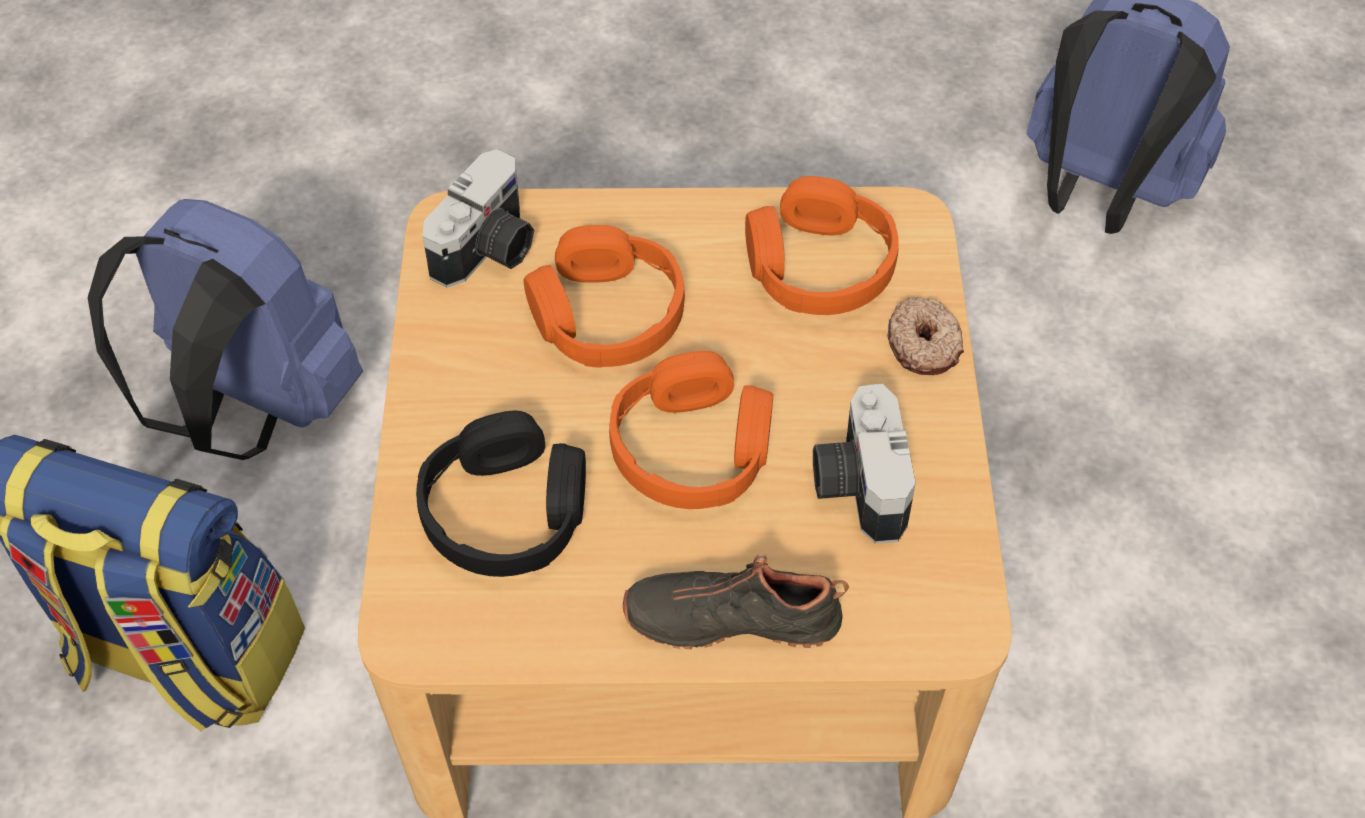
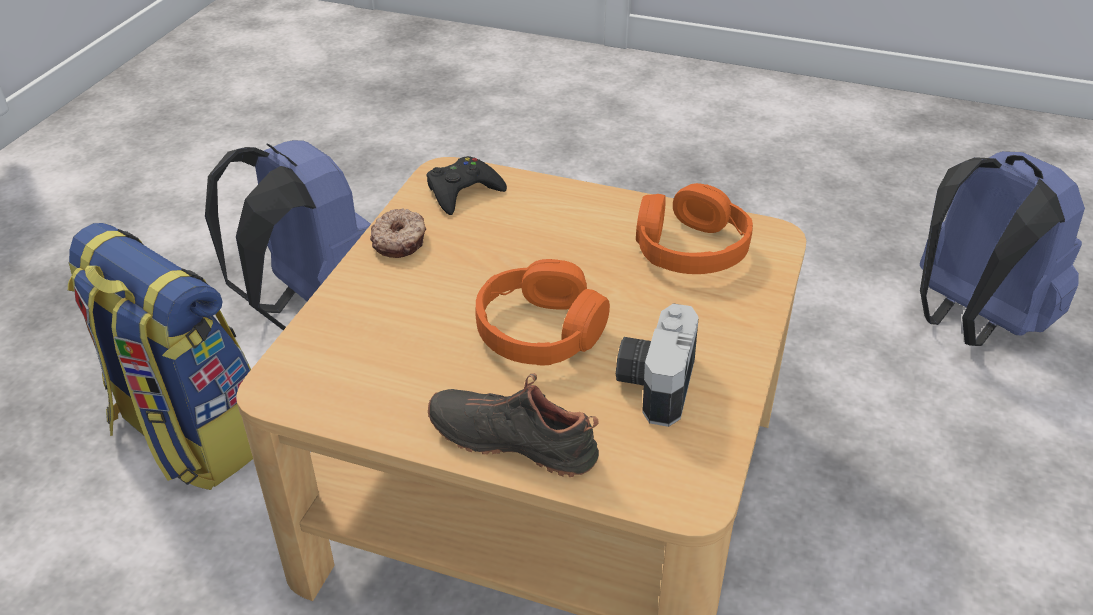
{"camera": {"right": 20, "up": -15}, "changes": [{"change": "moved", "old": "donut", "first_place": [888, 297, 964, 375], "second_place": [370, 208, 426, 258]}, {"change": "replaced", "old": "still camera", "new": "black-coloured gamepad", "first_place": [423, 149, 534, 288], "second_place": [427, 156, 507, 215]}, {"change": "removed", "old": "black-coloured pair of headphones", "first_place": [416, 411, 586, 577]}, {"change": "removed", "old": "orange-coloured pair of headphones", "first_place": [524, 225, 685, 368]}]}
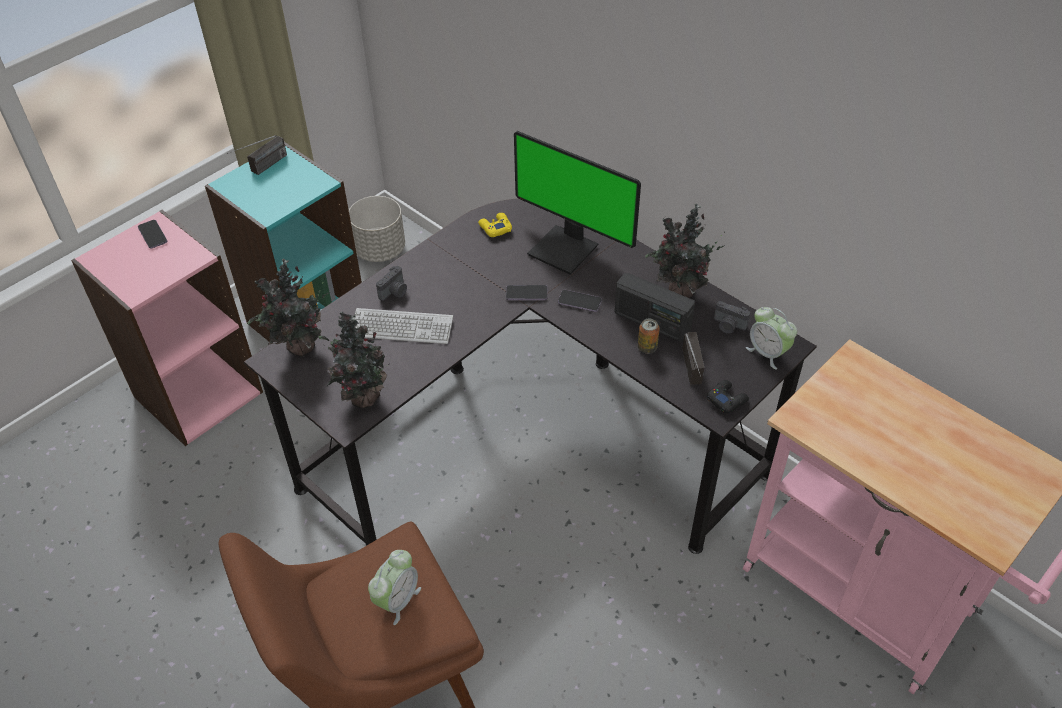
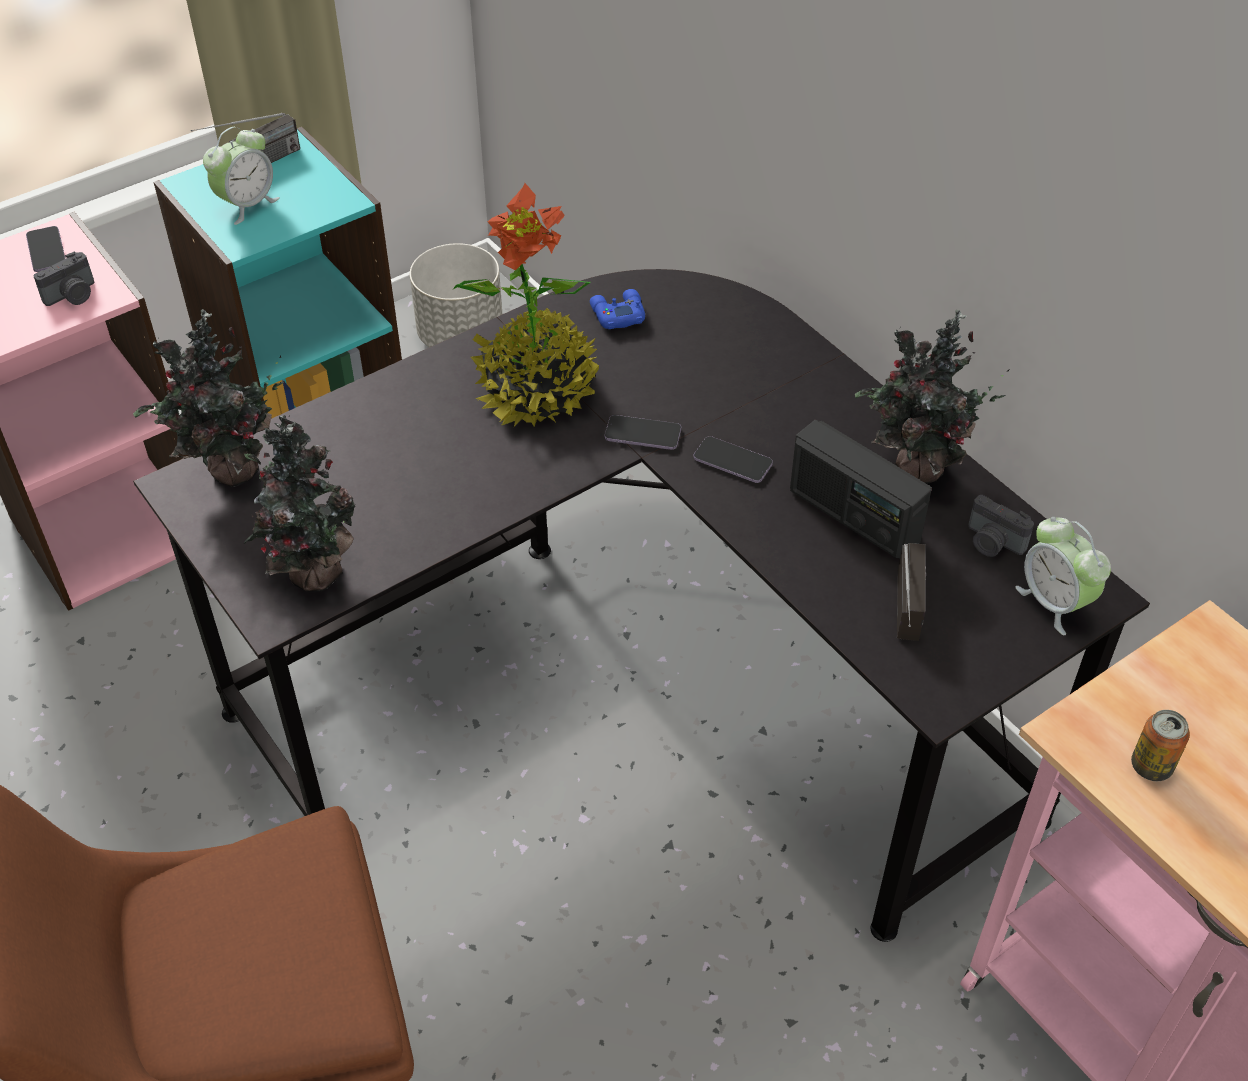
{"camera": {"right": 10, "up": 0}, "changes": [{"change": "moved", "old": "still camera", "first_place": [376, 266, 407, 301], "second_place": [34, 251, 94, 306]}, {"change": "moved", "old": "alarm clock", "first_place": [368, 550, 421, 625], "second_place": [203, 127, 280, 225]}, {"change": "added", "new": "potted plant", "second_place": [452, 183, 599, 427]}, {"change": "recoloured", "old": "yellowish gamepad", "new": "bluish gamepad", "first_place": [478, 213, 512, 237], "second_place": [590, 289, 645, 329]}, {"change": "moved", "old": "can", "first_place": [638, 319, 660, 354], "second_place": [1131, 710, 1190, 781]}, {"change": "removed", "old": "keyboard", "first_place": [355, 308, 453, 344]}, {"change": "removed", "old": "computer display", "first_place": [514, 131, 641, 275]}, {"change": "removed", "old": "black-coloured gamepad", "first_place": [707, 380, 749, 413]}]}
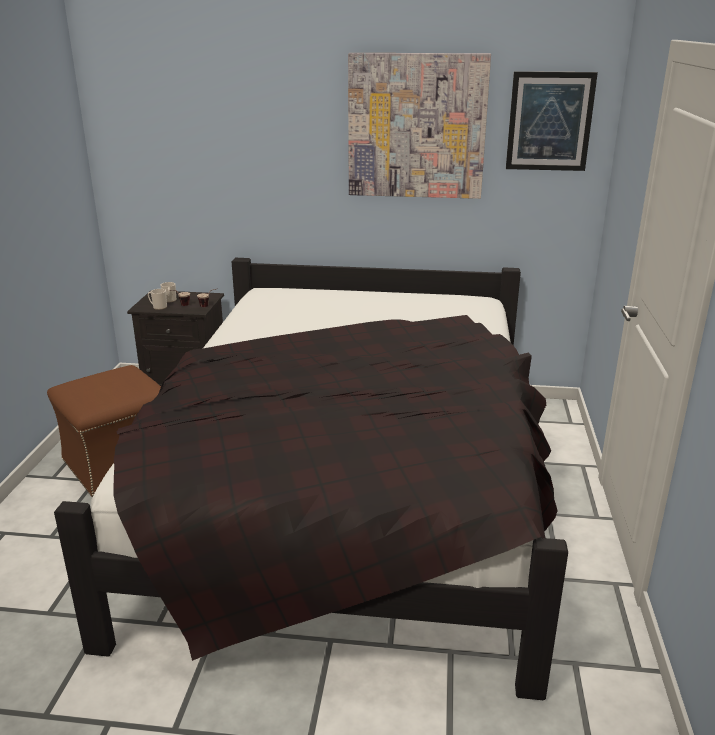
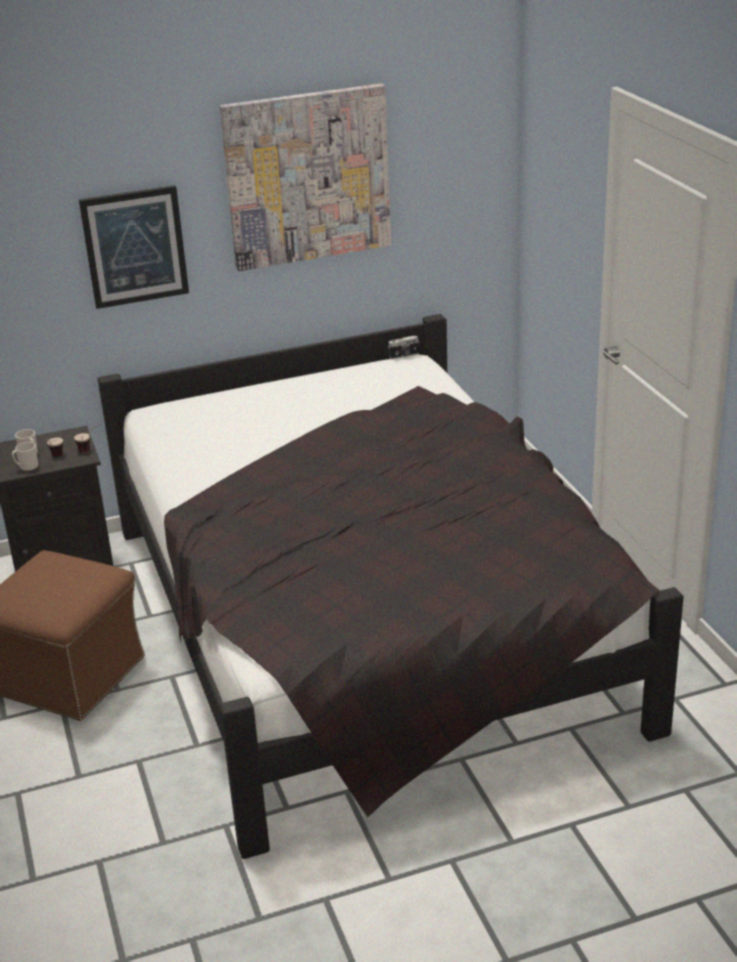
{"camera": {"right": -25, "up": 5}, "changes": [{"change": "moved", "old": "wall picture", "first_place": [506, 71, 598, 171], "second_place": [79, 185, 189, 309]}, {"change": "added", "new": "still camera", "second_place": [388, 336, 419, 359]}]}
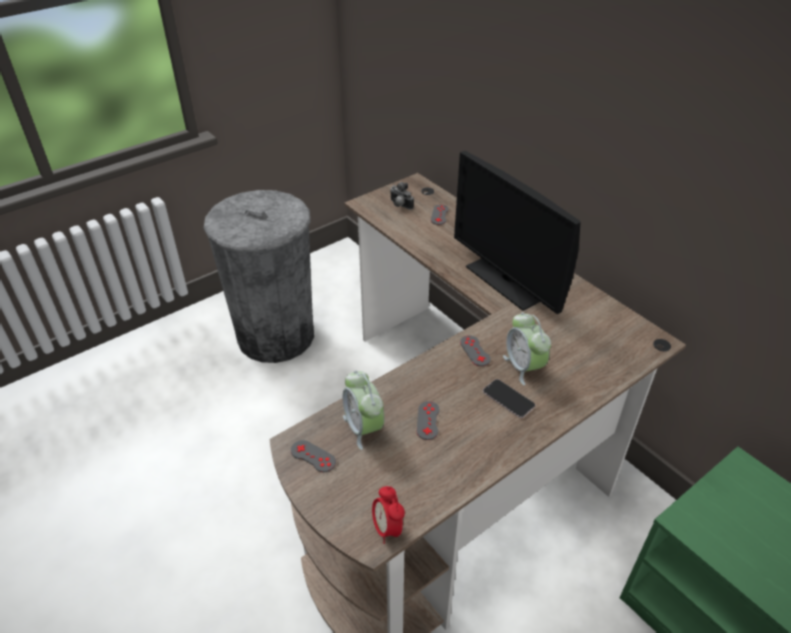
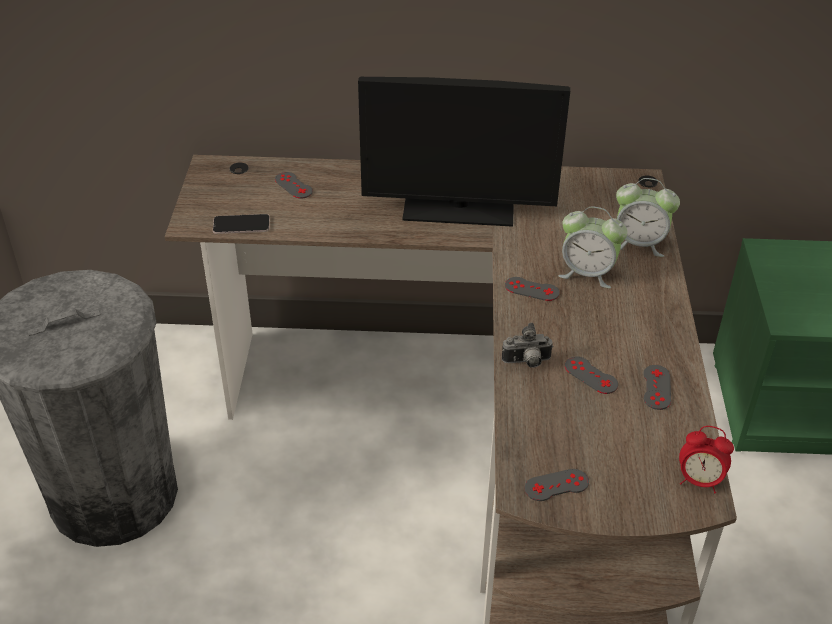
{"camera": {"right": -50, "up": 0}, "changes": [{"change": "moved", "old": "phone", "first_place": [483, 379, 535, 418], "second_place": [213, 214, 270, 234]}, {"change": "moved", "old": "still camera", "first_place": [390, 182, 414, 210], "second_place": [502, 323, 553, 368]}, {"change": "moved", "old": "alarm clock", "first_place": [343, 370, 384, 450], "second_place": [616, 178, 680, 257]}, {"change": "added", "new": "gray gamepad", "second_place": [643, 365, 671, 410]}]}
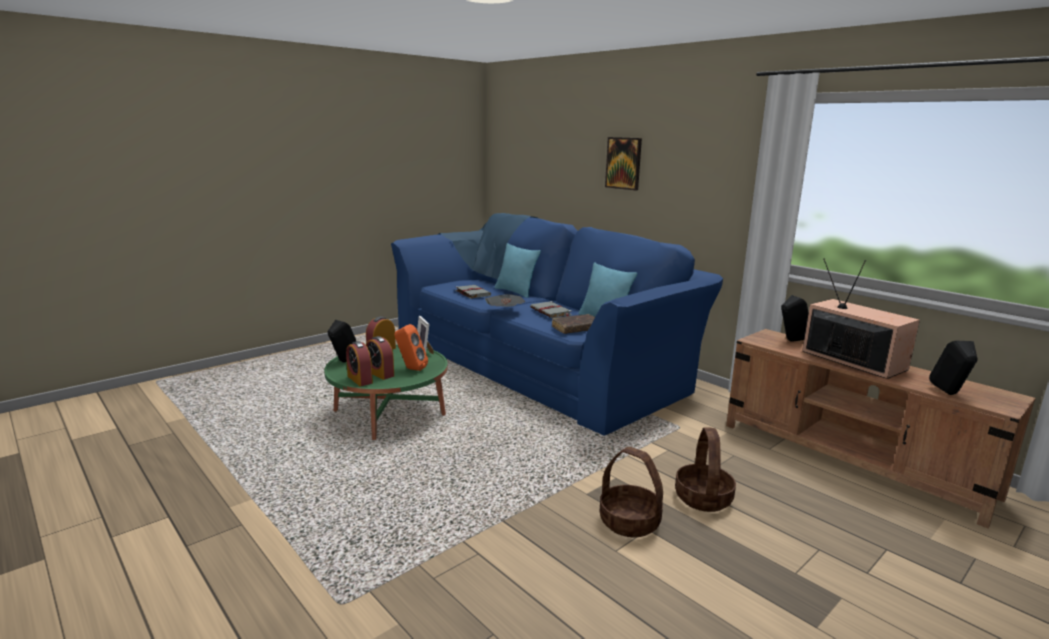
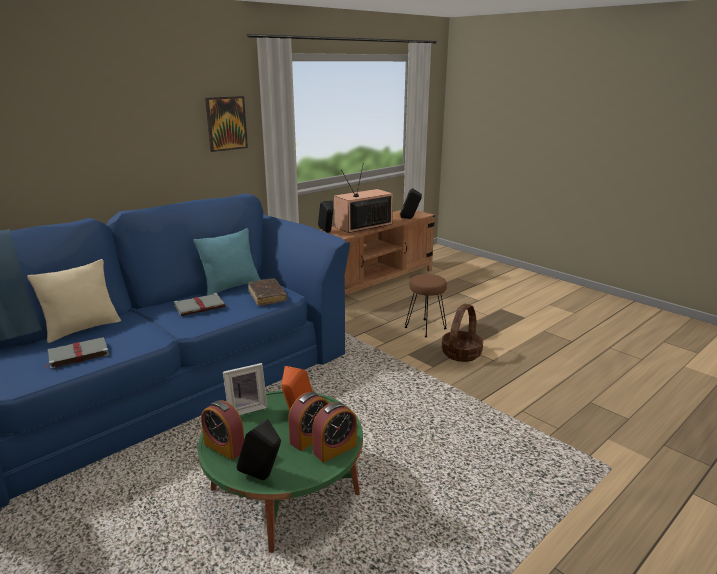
{"camera": {"right": -90, "up": 5}, "changes": [{"change": "recoloured", "old": "blue-green throw pillow", "new": "sand-coloured throw pillow", "first_place": [495, 243, 541, 298], "second_place": [27, 259, 121, 343]}, {"change": "moved", "old": "wall picture", "first_place": [605, 137, 642, 190], "second_place": [205, 96, 248, 152]}, {"change": "replaced", "old": "household basket", "new": "brown stool", "first_place": [675, 427, 736, 512], "second_place": [405, 274, 447, 337]}, {"change": "removed", "old": "newspaper", "first_place": [485, 294, 525, 307]}]}
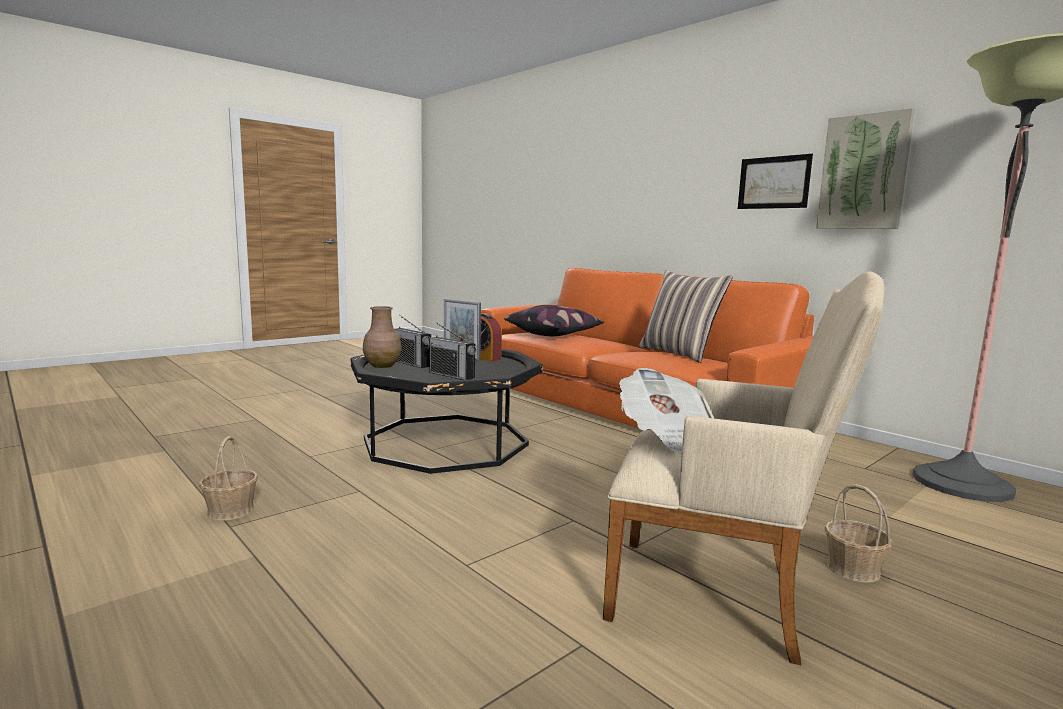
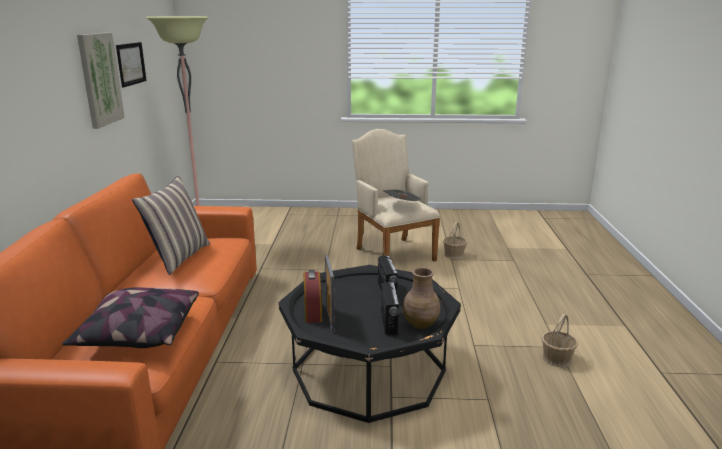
{"camera": {"right": -135, "up": 10}, "changes": [{"change": "moved", "old": "wall picture", "first_place": [738, 154, 813, 209], "second_place": [116, 42, 147, 88]}, {"change": "moved", "old": "household basket", "first_place": [824, 484, 893, 583], "second_place": [443, 222, 467, 259]}]}
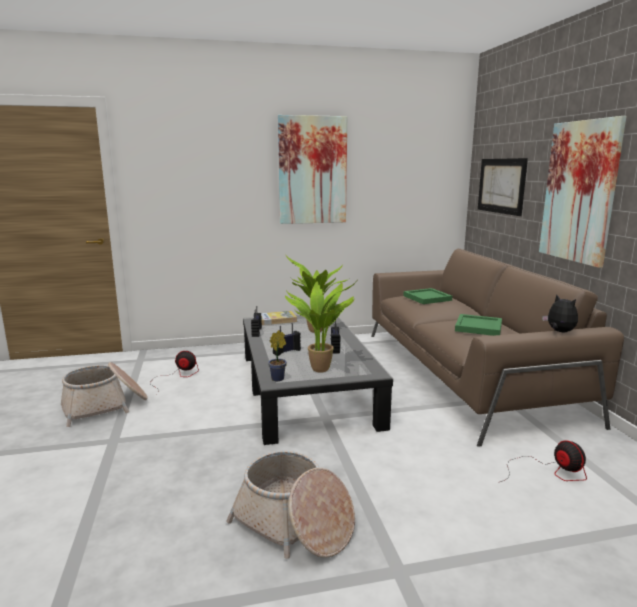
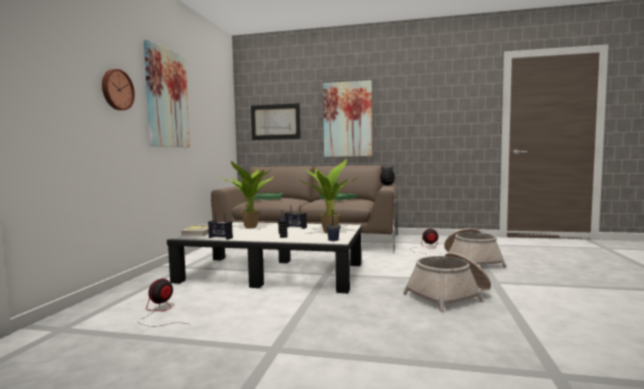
{"camera": {"right": -65, "up": -10}, "changes": [{"change": "added", "new": "clock on the wall", "second_place": [102, 69, 135, 110]}, {"change": "moved", "old": "household basket", "first_place": [61, 362, 148, 427], "second_place": [444, 228, 507, 268]}]}
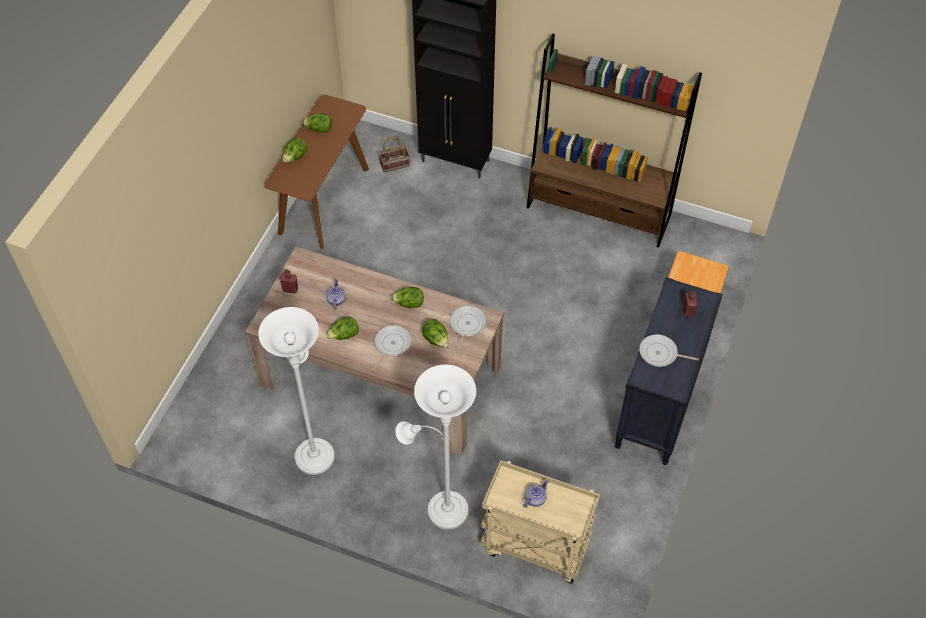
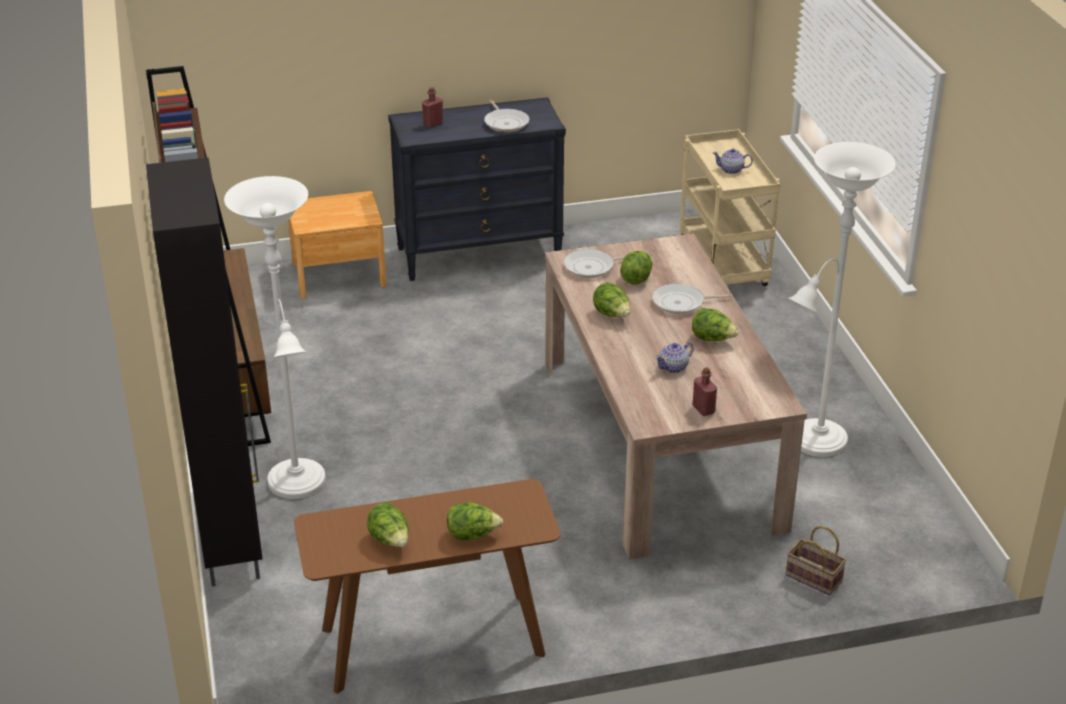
{"camera": {"right": -125, "up": -20}, "changes": [{"change": "moved", "old": "whitish floor lamp", "first_place": [395, 365, 476, 530], "second_place": [224, 176, 326, 499]}, {"change": "moved", "old": "household basket", "first_place": [379, 137, 410, 173], "second_place": [786, 526, 847, 596]}]}
